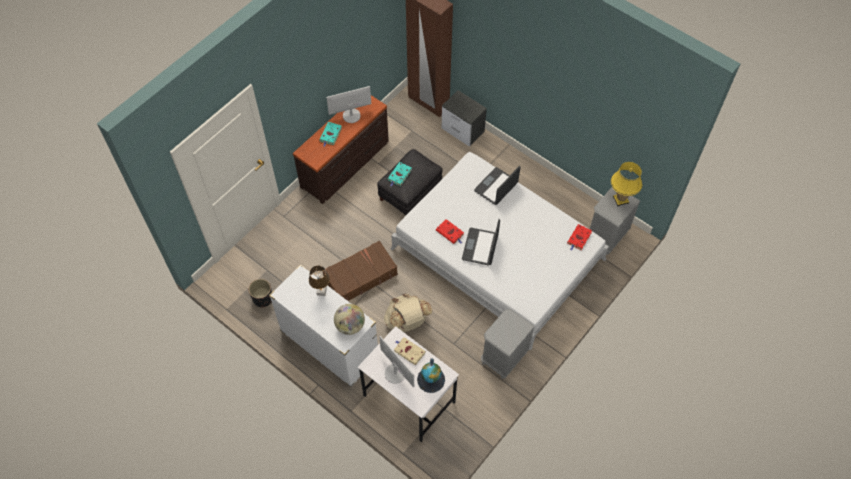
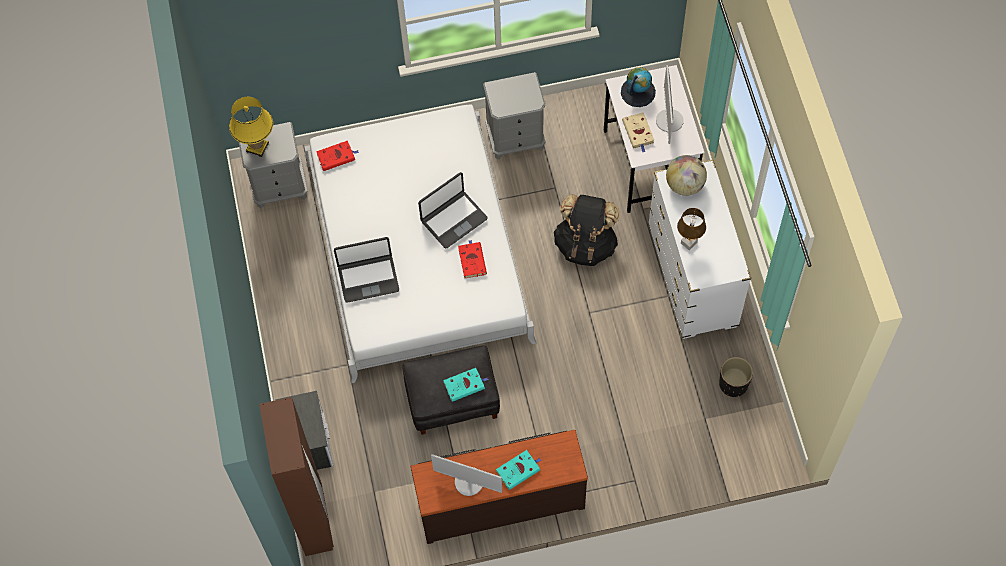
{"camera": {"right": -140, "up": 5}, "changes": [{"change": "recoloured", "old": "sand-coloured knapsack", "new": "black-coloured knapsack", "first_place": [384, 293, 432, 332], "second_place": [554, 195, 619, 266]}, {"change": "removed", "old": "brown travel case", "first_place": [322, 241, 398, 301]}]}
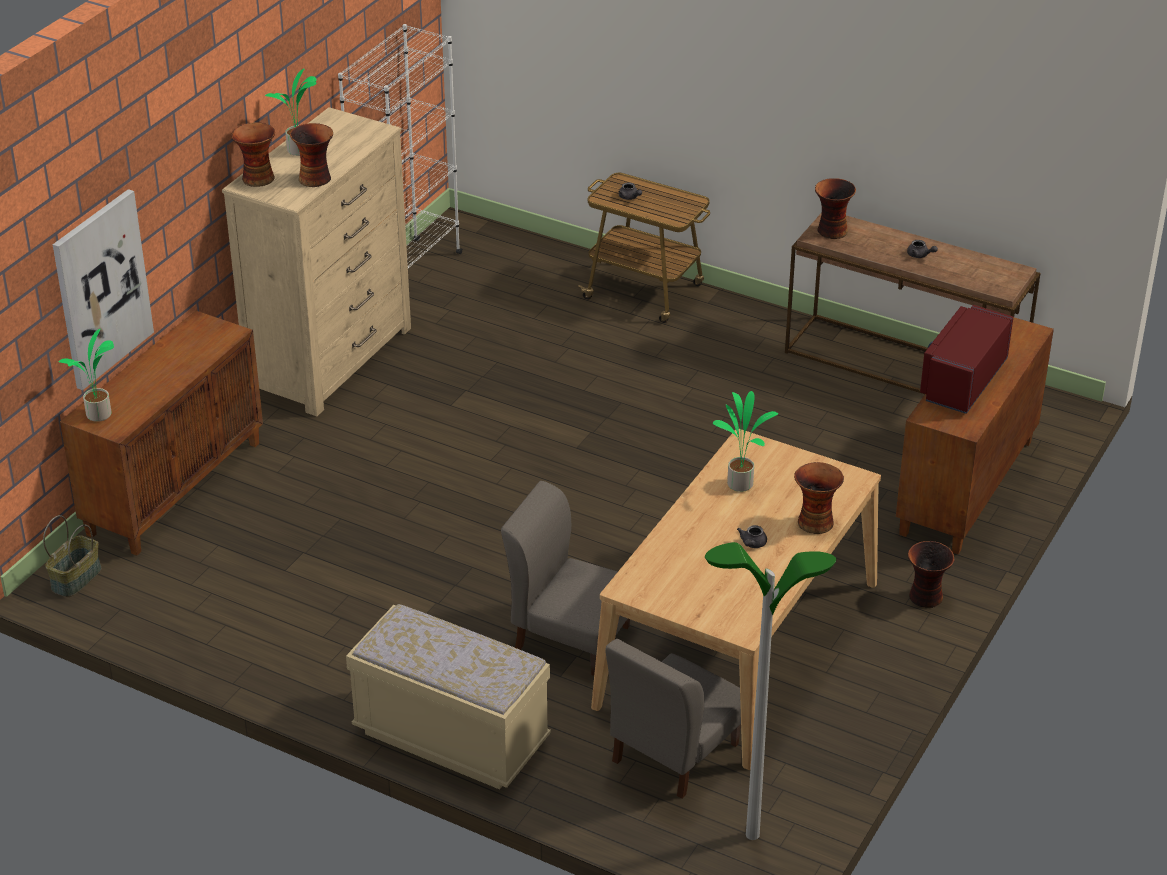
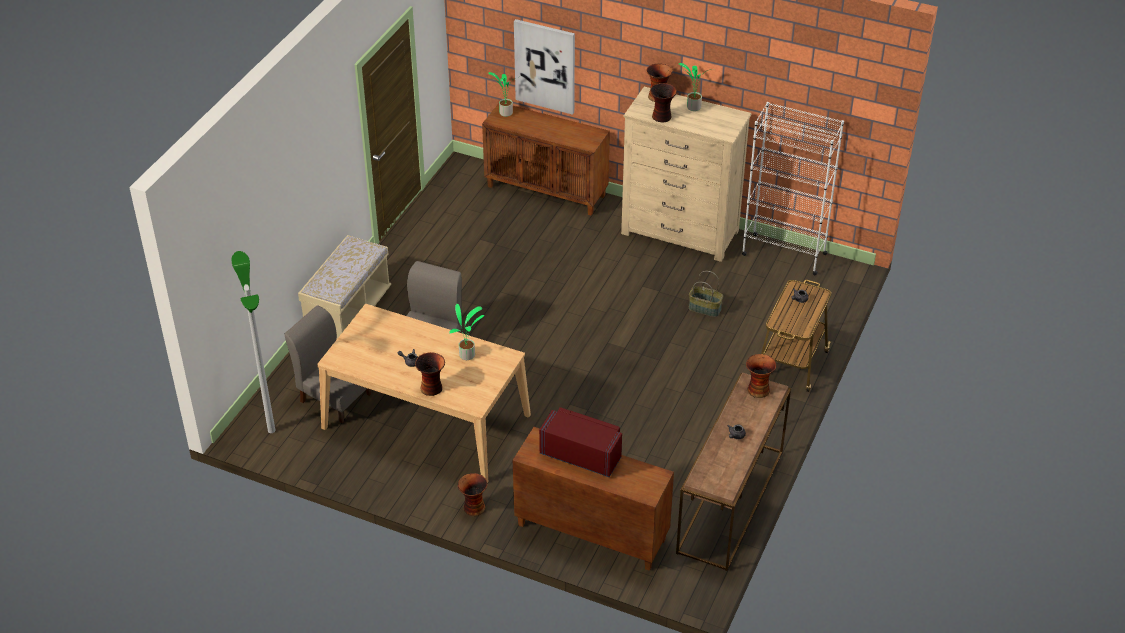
{"camera": {"right": 85, "up": 5}, "changes": [{"change": "moved", "old": "household basket", "first_place": [43, 515, 101, 597], "second_place": [689, 271, 723, 317]}]}
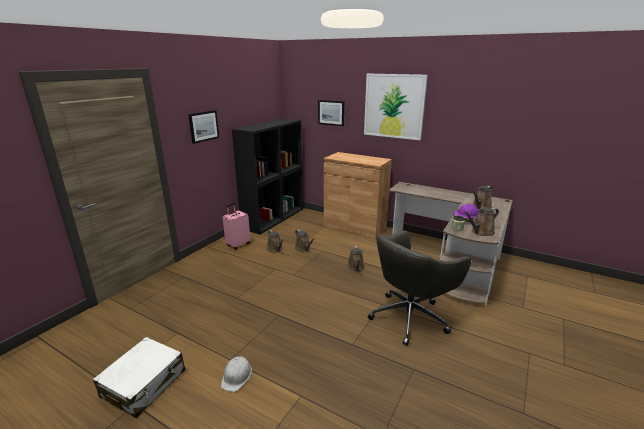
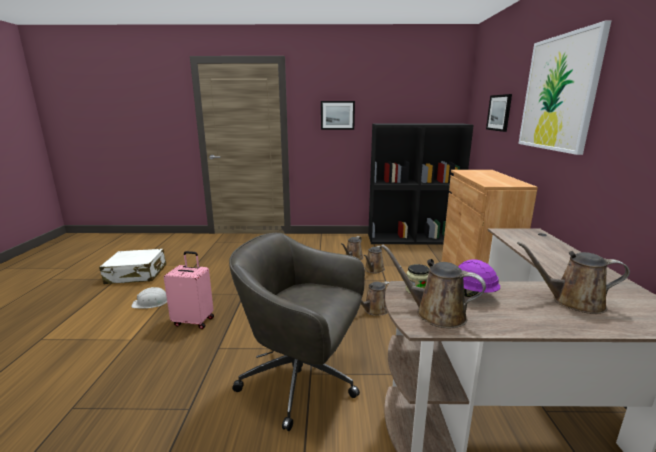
{"camera": {"right": 60, "up": -5}, "changes": [{"change": "moved", "old": "pinkish travel case", "first_place": [223, 203, 250, 250], "second_place": [164, 251, 214, 329]}]}
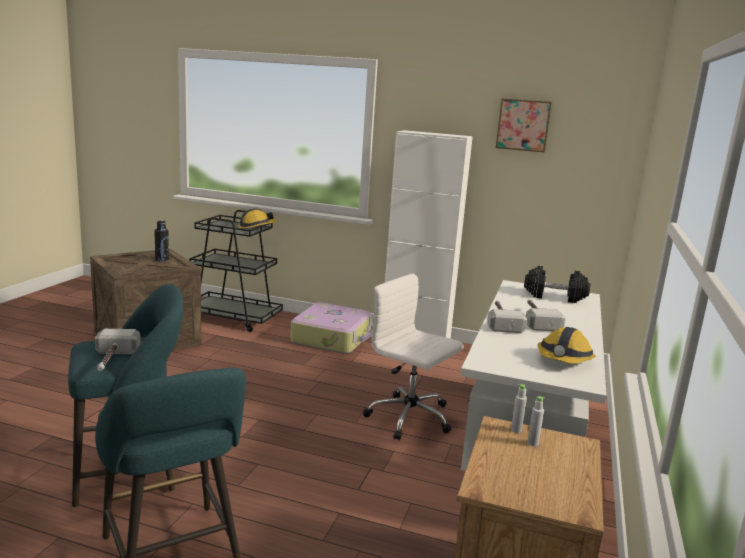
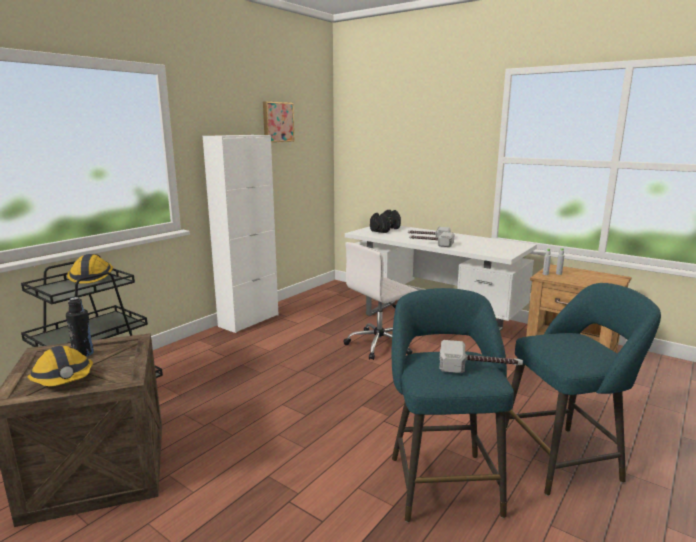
{"camera": {"right": -70, "up": 0}, "changes": [{"change": "moved", "old": "hard hat", "first_place": [538, 327, 596, 364], "second_place": [27, 346, 93, 386]}, {"change": "removed", "old": "travel case", "first_place": [290, 303, 372, 354]}]}
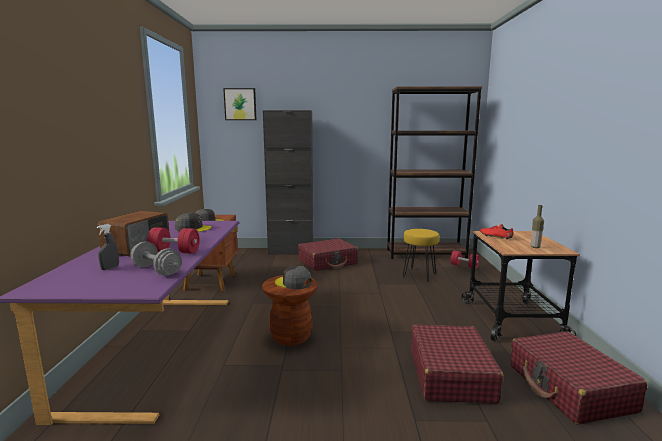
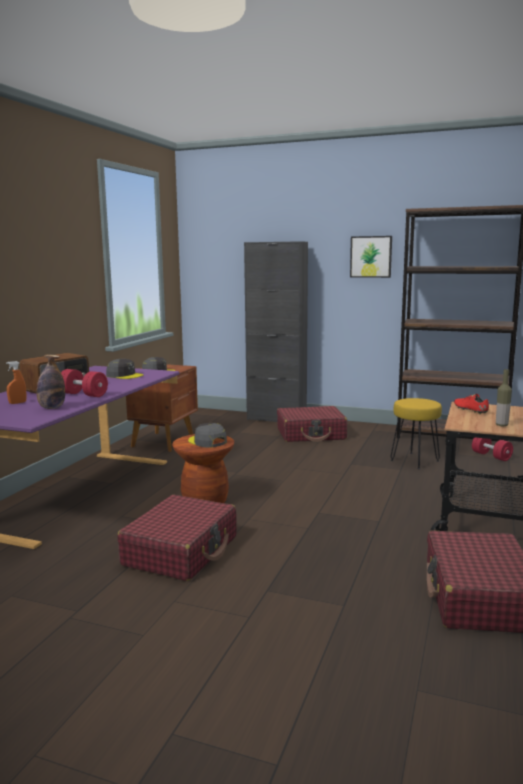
{"camera": {"right": 20, "up": 0}, "changes": [{"change": "recoloured", "old": "gray sprayer", "new": "orange-coloured sprayer", "first_place": [97, 224, 119, 270], "second_place": [6, 361, 27, 404]}, {"change": "replaced", "old": "gray dumbbell", "new": "bottle", "first_place": [131, 242, 182, 276], "second_place": [36, 355, 65, 409]}, {"change": "moved", "old": "reddish travel case", "first_place": [411, 325, 504, 404], "second_place": [117, 495, 237, 581]}, {"change": "moved", "old": "wall picture", "first_place": [223, 88, 257, 120], "second_place": [350, 236, 392, 278]}]}
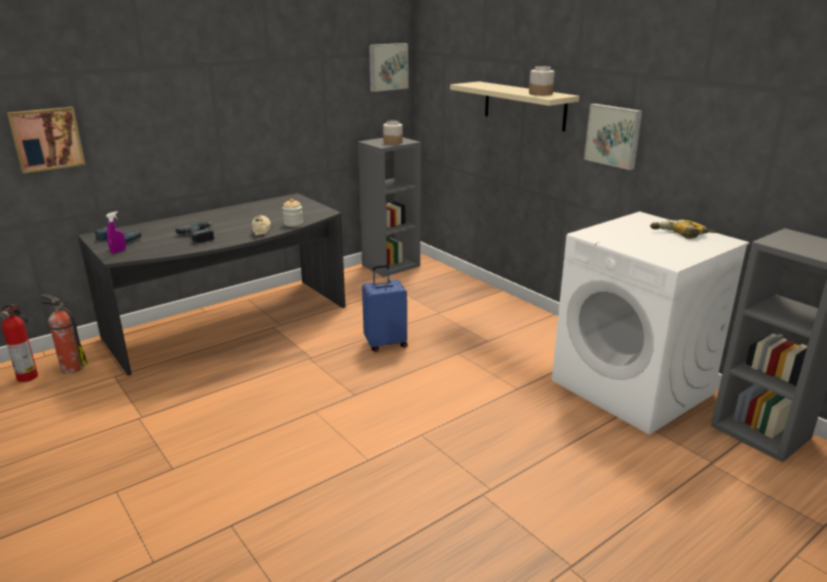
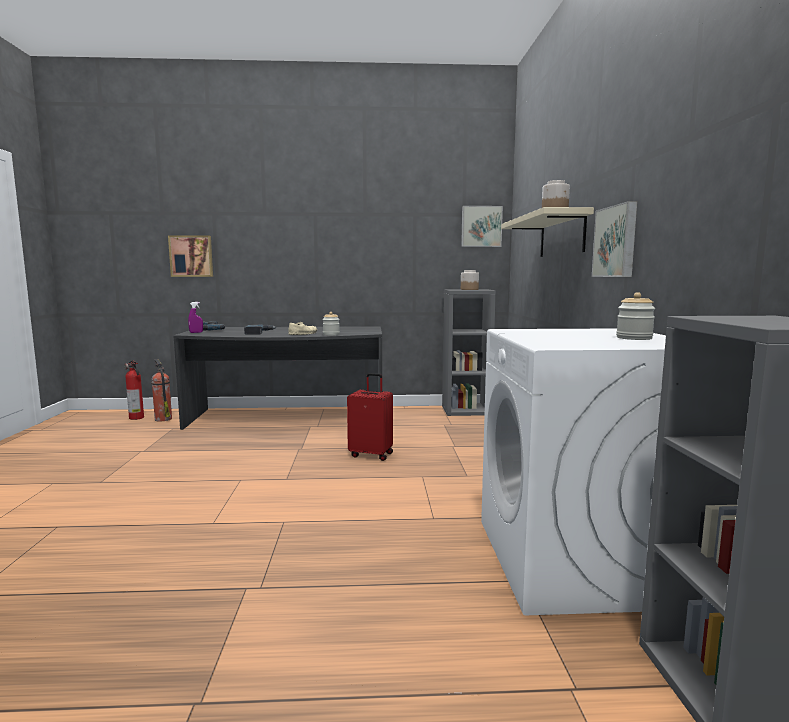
{"camera": {"right": 35, "up": -15}, "changes": [{"change": "recoloured", "old": "bluish travel case", "new": "reddish travel case", "first_place": [362, 265, 408, 352], "second_place": [347, 373, 393, 461]}, {"change": "replaced", "old": "drill", "new": "storage jar", "first_place": [650, 220, 717, 239], "second_place": [616, 292, 655, 340]}]}
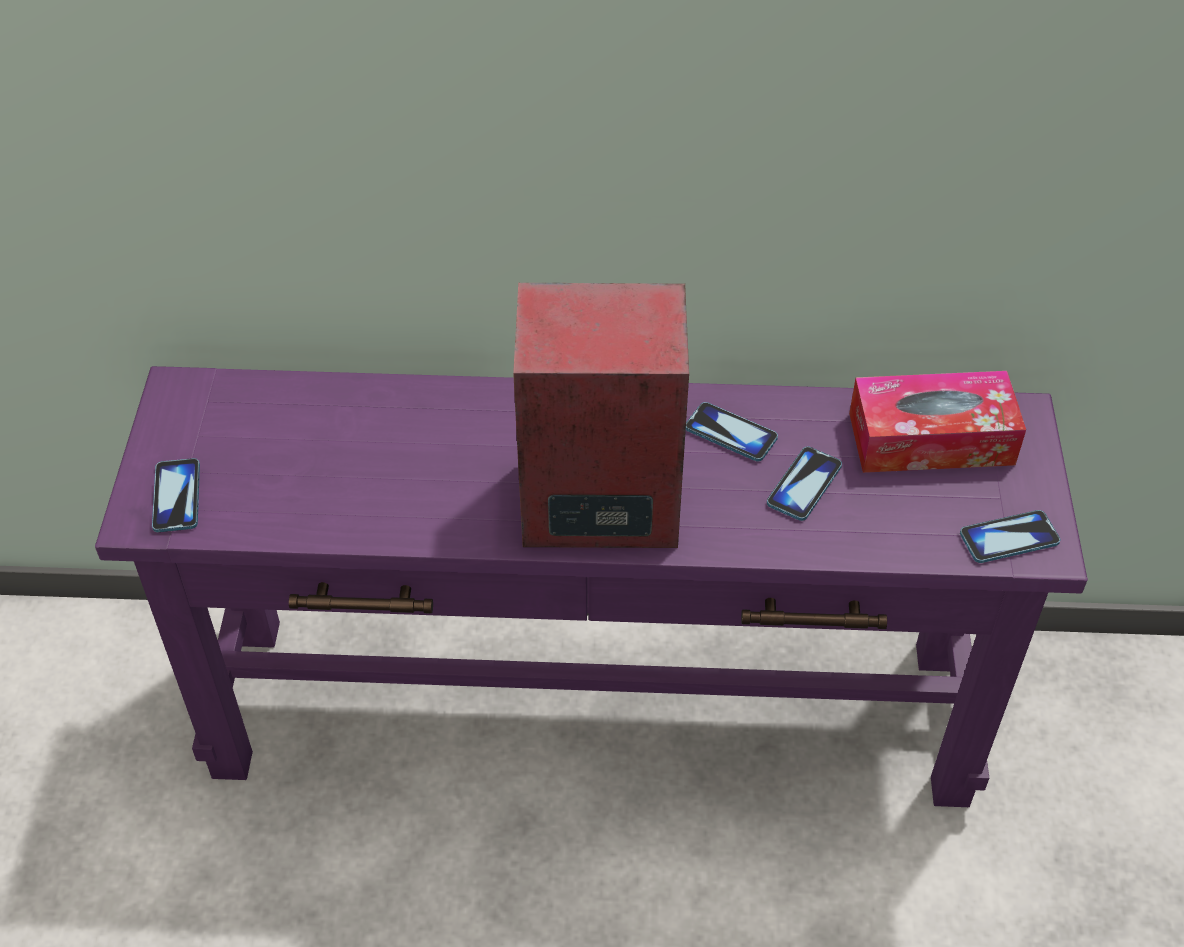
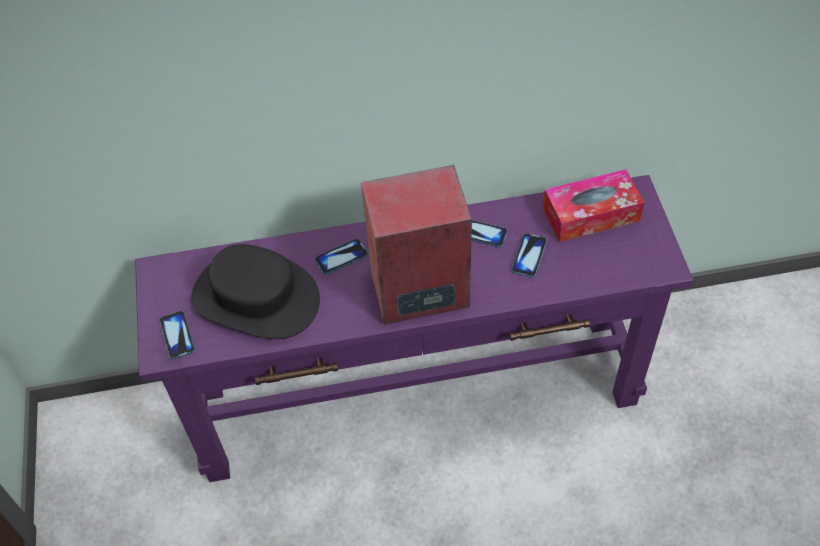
{"camera": {"right": -10, "up": 5}, "changes": [{"change": "added", "new": "black-coloured hat", "second_place": [191, 244, 320, 339]}, {"change": "moved", "old": "phone", "first_place": [960, 510, 1060, 563], "second_place": [315, 239, 368, 275]}]}
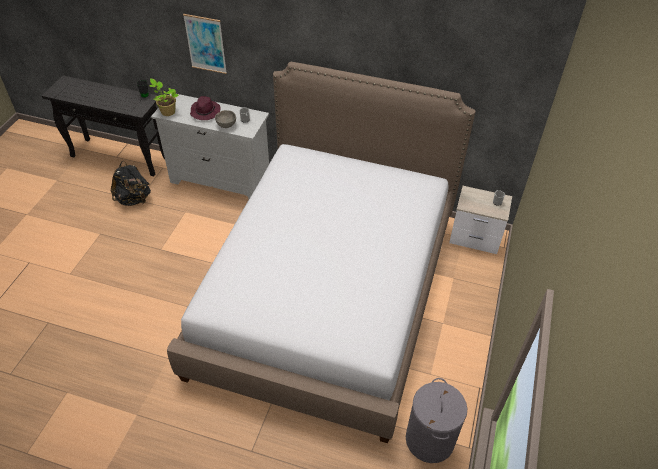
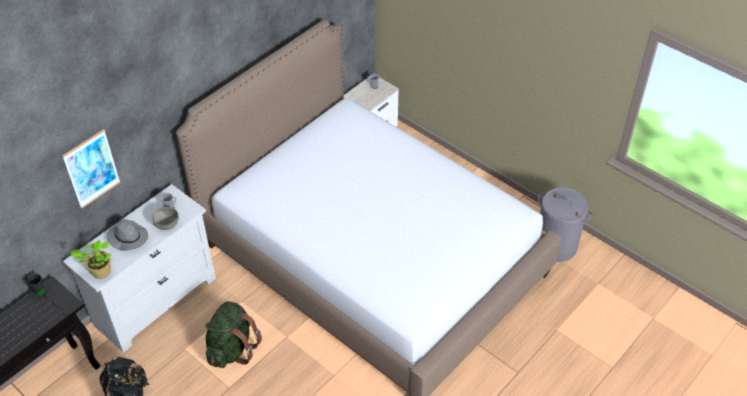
{"camera": {"right": -65, "up": 0}, "changes": [{"change": "recoloured", "old": "purple-coloured hat", "new": "gray hat", "first_place": [190, 96, 220, 120], "second_place": [107, 219, 148, 251]}, {"change": "added", "new": "green knapsack", "second_place": [205, 301, 262, 368]}]}
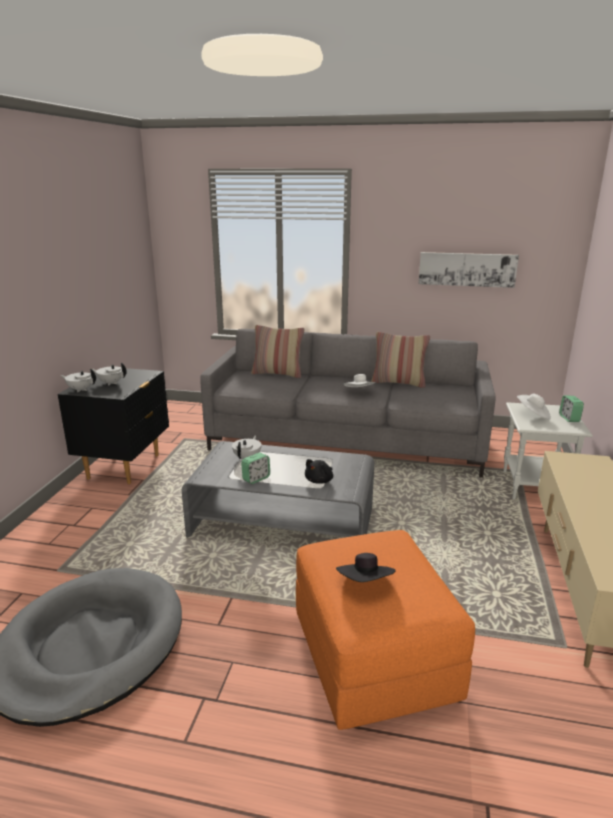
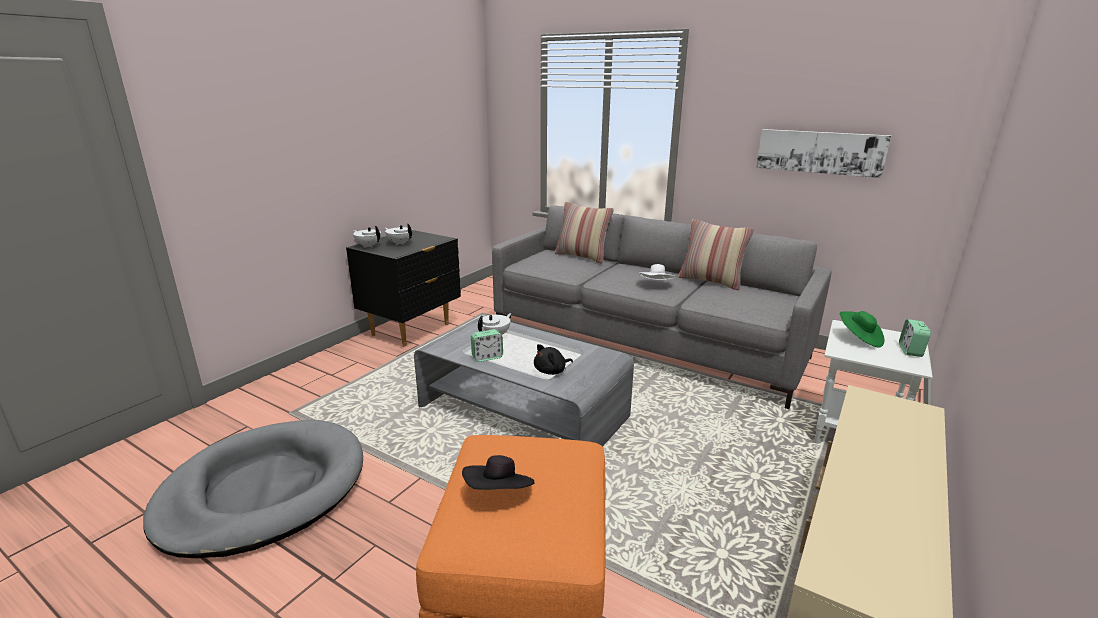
{"camera": {"right": 20, "up": 0}, "changes": [{"change": "recoloured", "old": "whitish hat", "new": "green hat", "first_place": [517, 394, 551, 419], "second_place": [840, 311, 884, 347]}]}
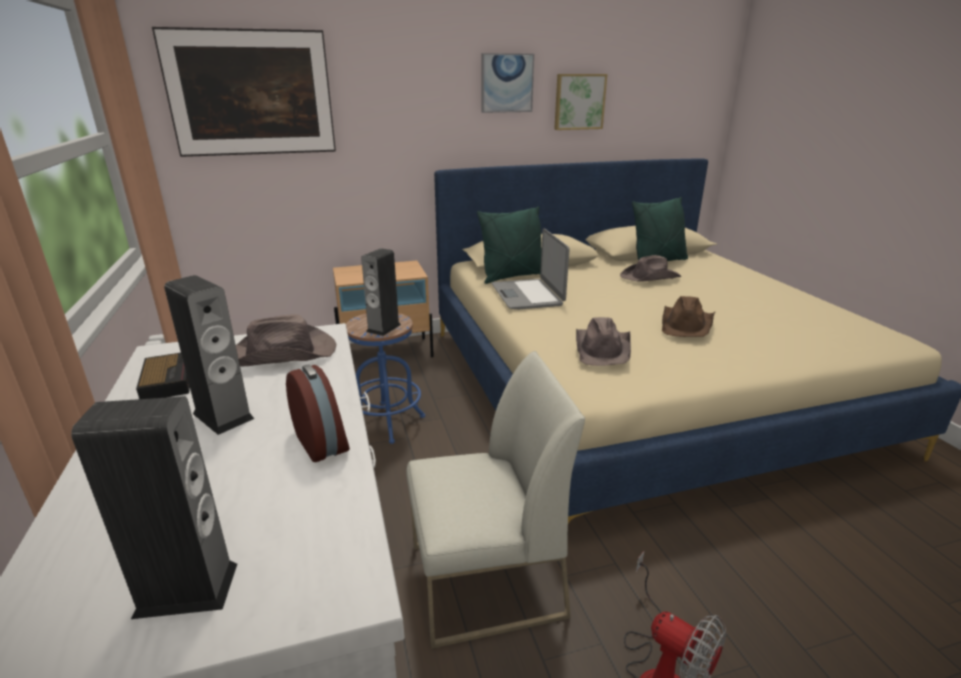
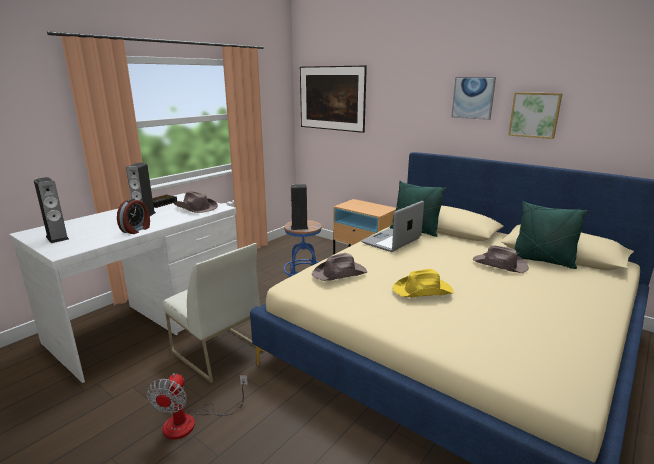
{"camera": {"right": 55, "up": -5}, "changes": [{"change": "recoloured", "old": "brown hat", "new": "yellowish hat", "first_place": [662, 296, 715, 337], "second_place": [392, 269, 454, 297]}]}
